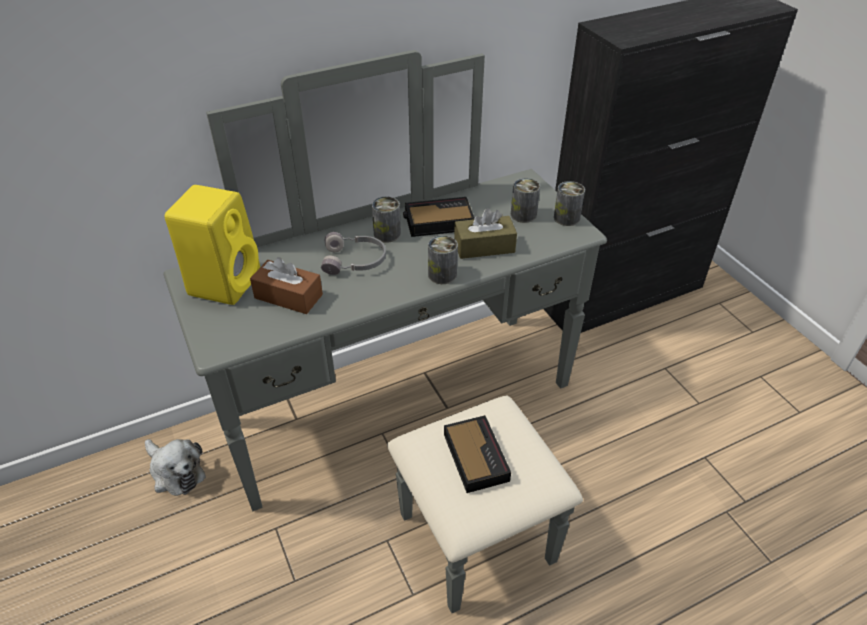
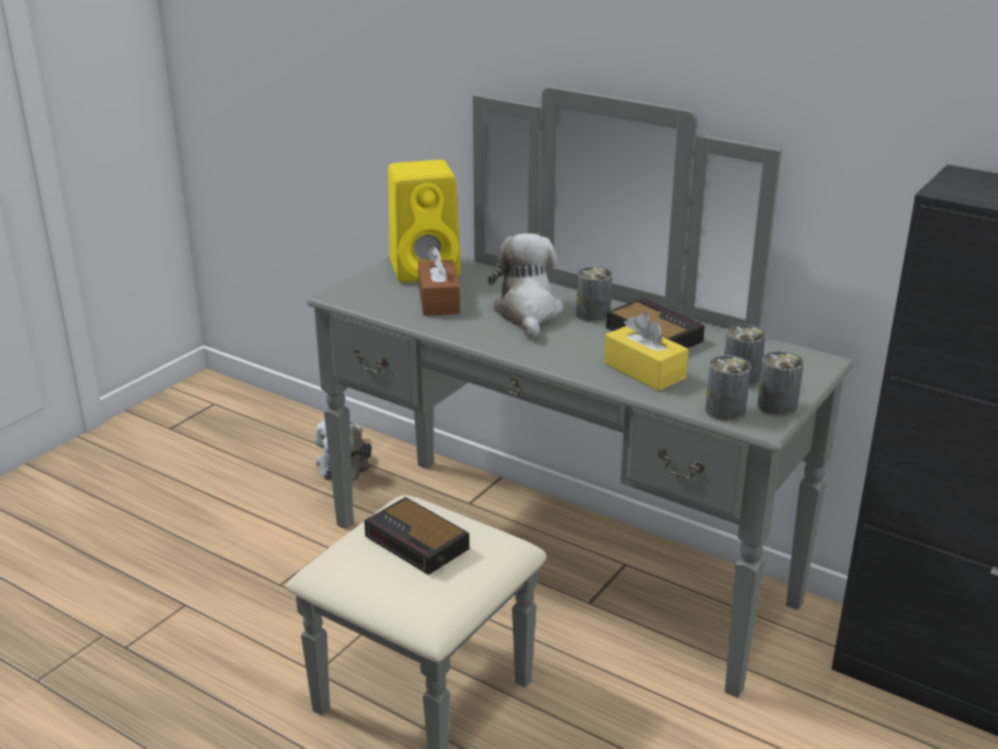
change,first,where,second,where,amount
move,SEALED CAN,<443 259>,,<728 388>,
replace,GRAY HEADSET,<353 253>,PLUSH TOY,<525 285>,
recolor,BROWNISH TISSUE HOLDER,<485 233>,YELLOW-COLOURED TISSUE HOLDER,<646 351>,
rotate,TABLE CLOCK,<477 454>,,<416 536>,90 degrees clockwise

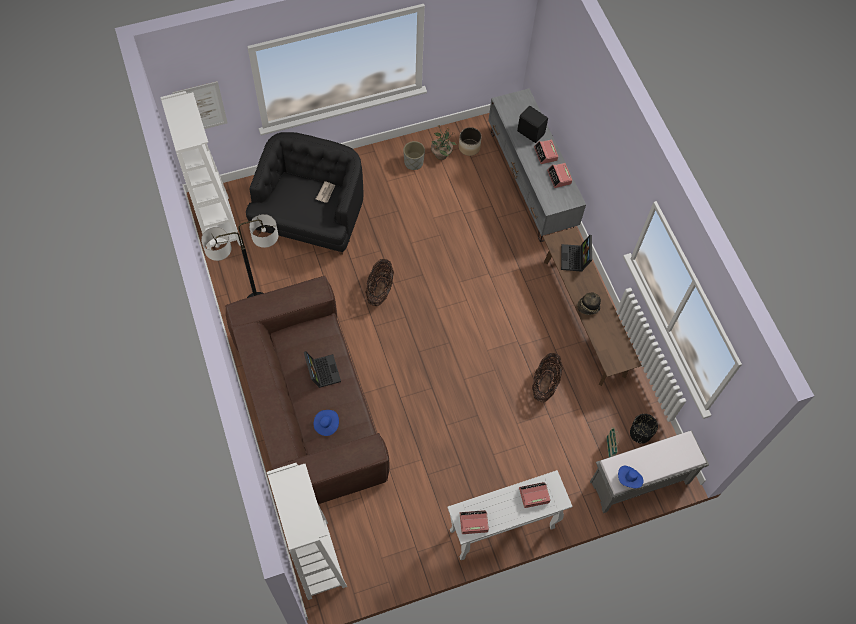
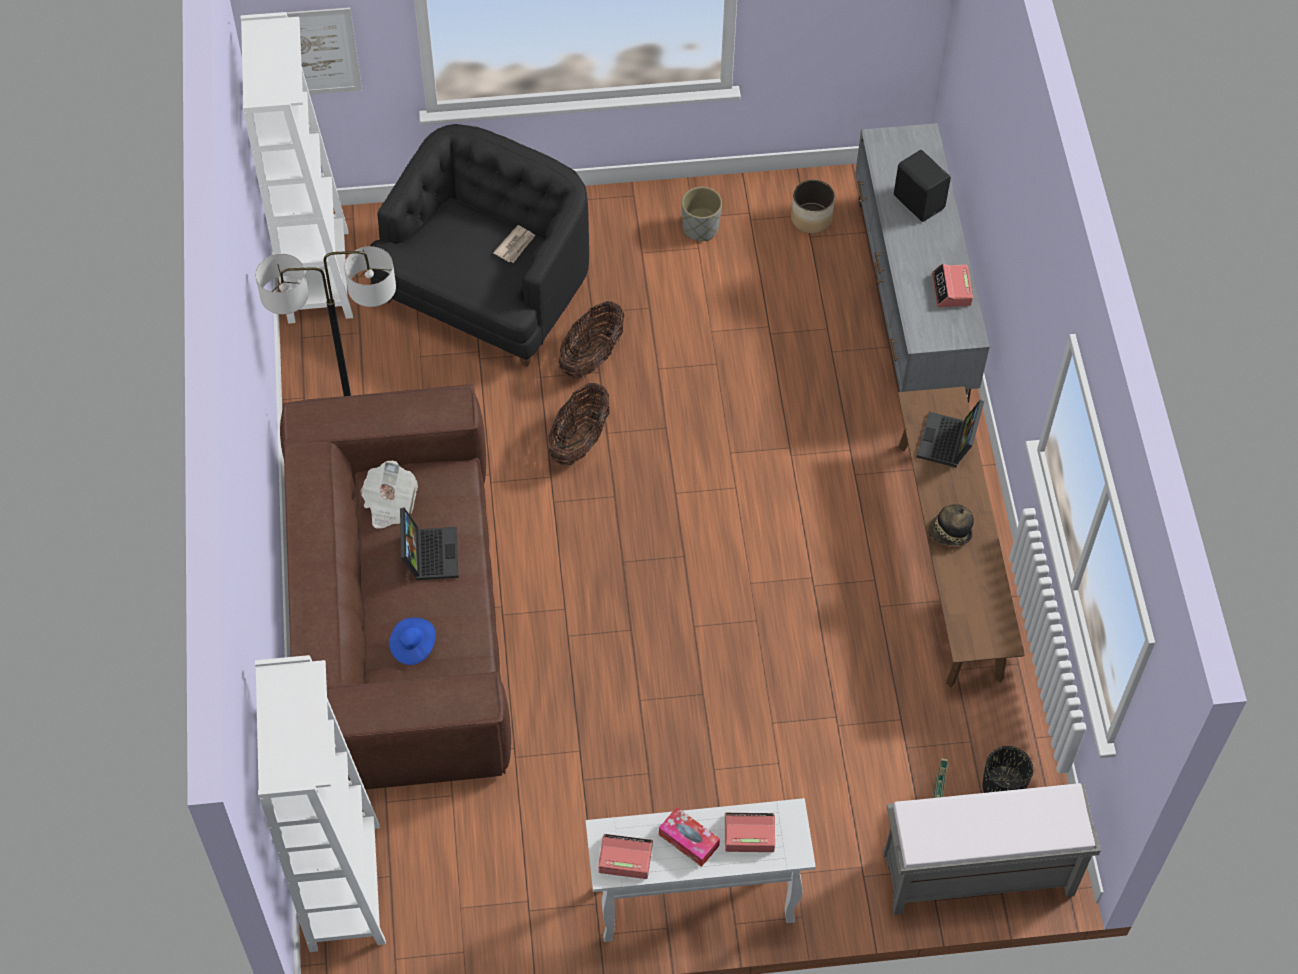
change,first,where,second,where,amount
delete,POTTED PLANT,<444 143>,,,
delete,TABLE CLOCK,<546 152>,,,
delete,BLUISH WEARABLE HAT,<630 477>,,,
insert,,,PRINTED PAPER,<389 495>,
insert,,,TISSUE HOLDER,<689 837>,
move,STORAGE BASKET,<547 377>,,<591 339>,

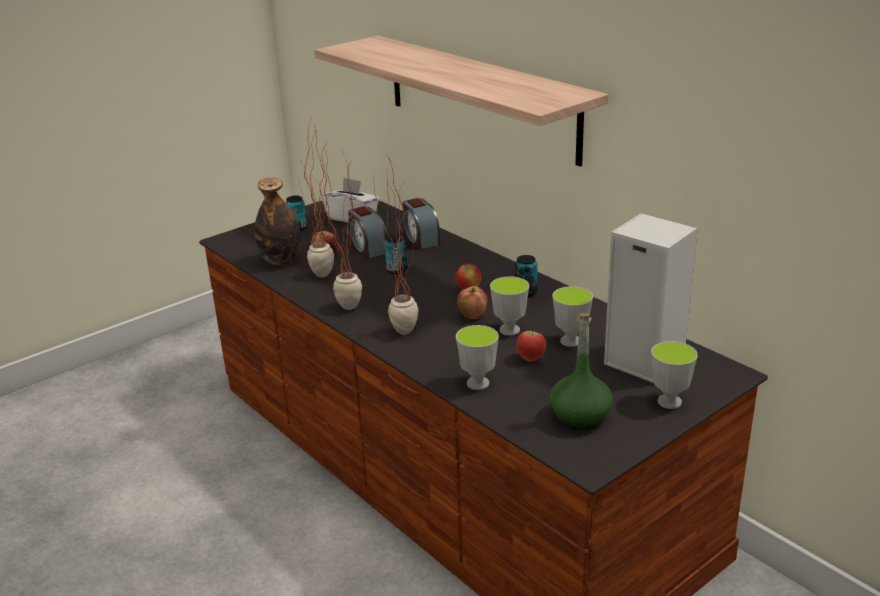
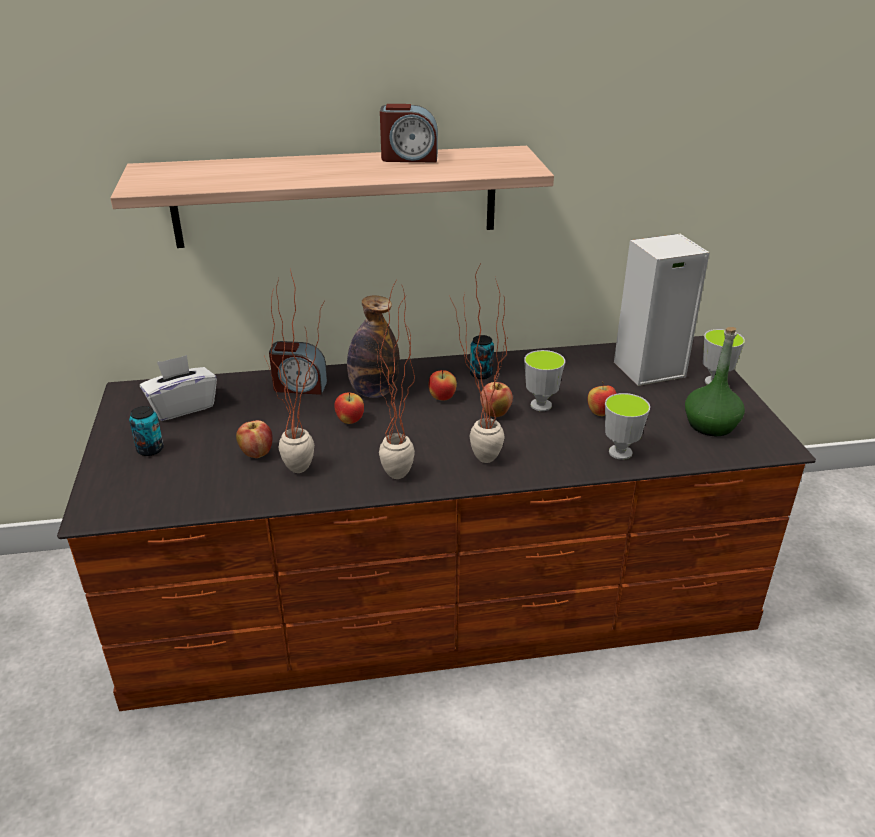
change,first,where,second,where,amount
delete,DRINKING CUP,<572 316>,,,
move,BEVERAGE BOTTLE,<278 221>,,<373 346>,
move,TABLE CLOCK,<367 232>,,<409 133>,
replace,SEALED CAN,<396 254>,APPLE FRUIT,<349 408>,

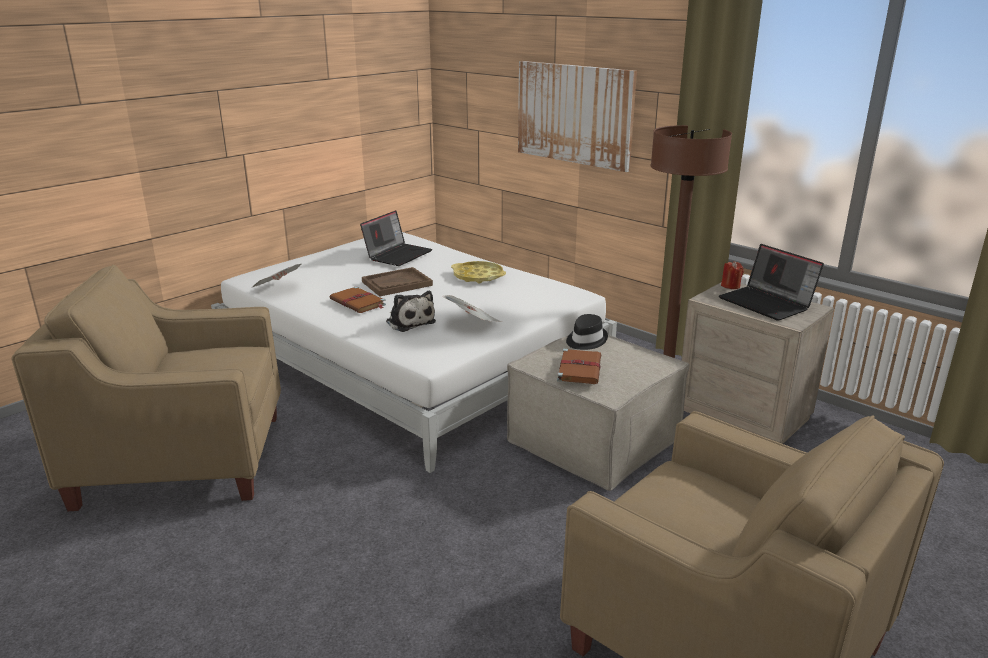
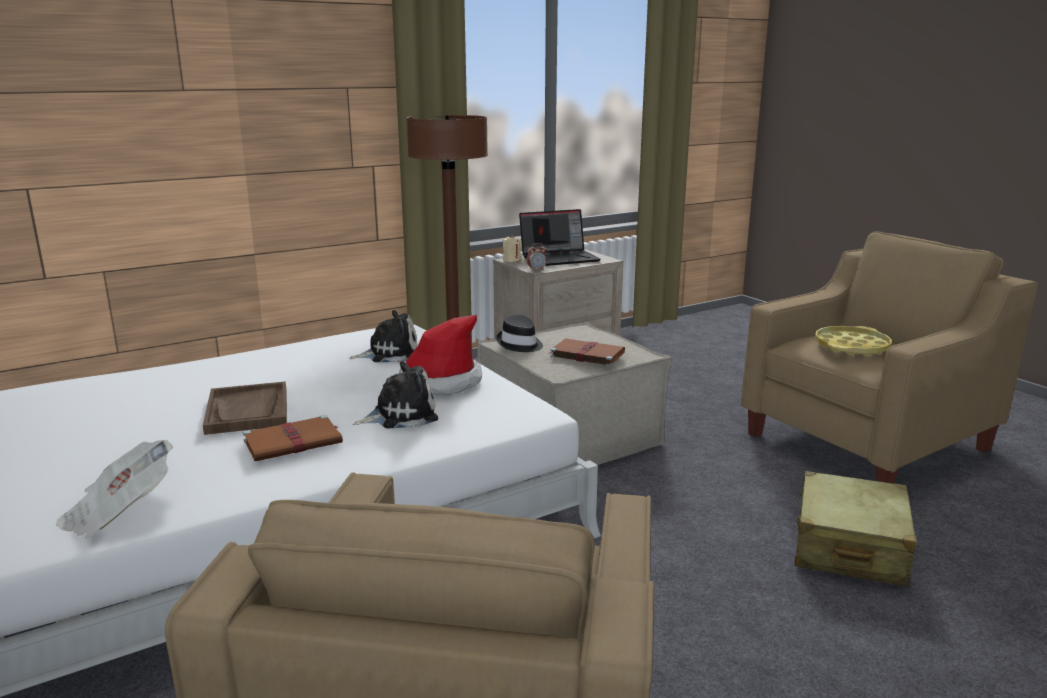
change,first,where,second,where,amount
delete,PORTABLE COMPUTER,<396 238>,,,
delete,PICTURE,<577 116>,,,
insert,,,PLUSH TOY,<383 336>,
insert,,,TABLE CLOCK,<536 257>,
insert,,,BEIGE SUITCASE,<856 529>,
move,YELLOW-COLOURED SERVING TRAY,<478 272>,,<853 341>,
replace,PRINTED PAPER,<472 308>,WEARABLE HAT,<440 355>,
recolor,RED-COLOURED WAX CANDLE,<732 275>,BEIGE WAX CANDLE,<512 248>,

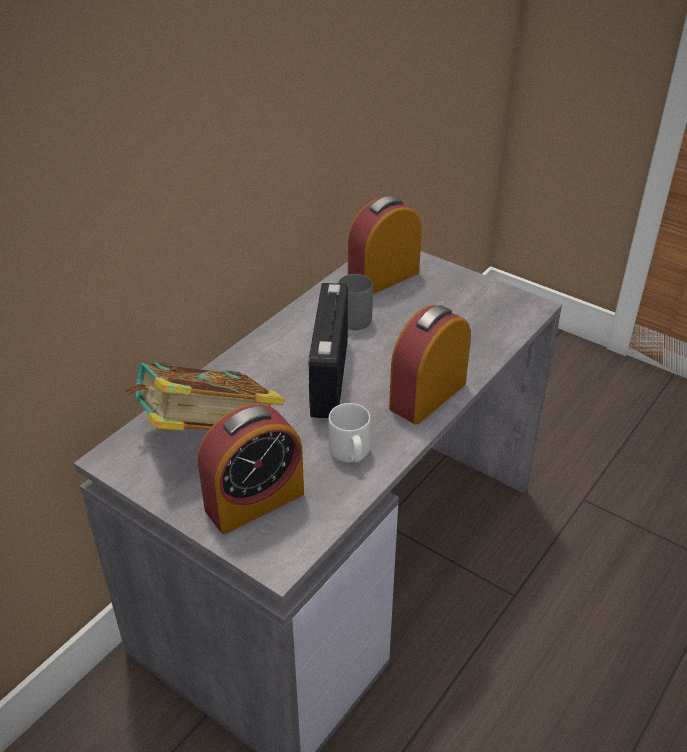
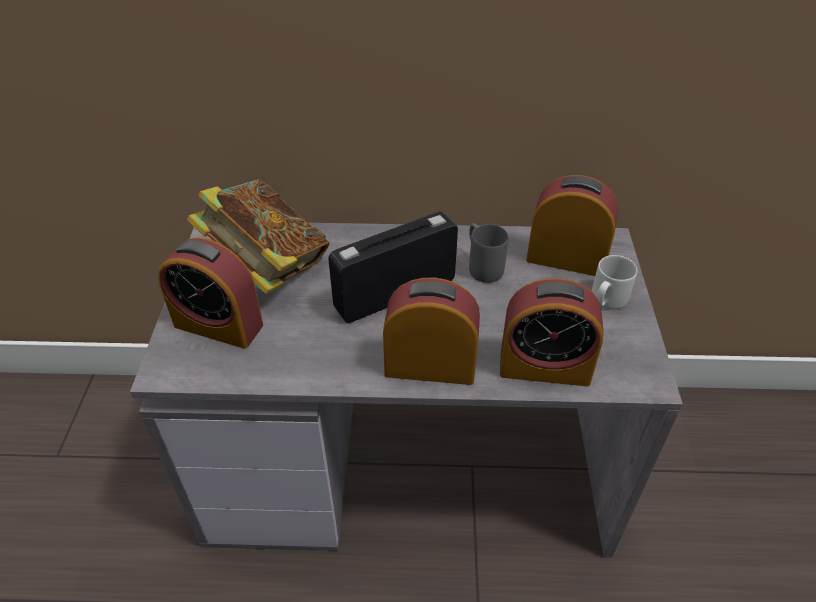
change,first,where,second,where,amount
insert,,,TABLE CLOCK,<552 332>,
move,GRAY TEA MUG,<349 433>,,<614 282>,

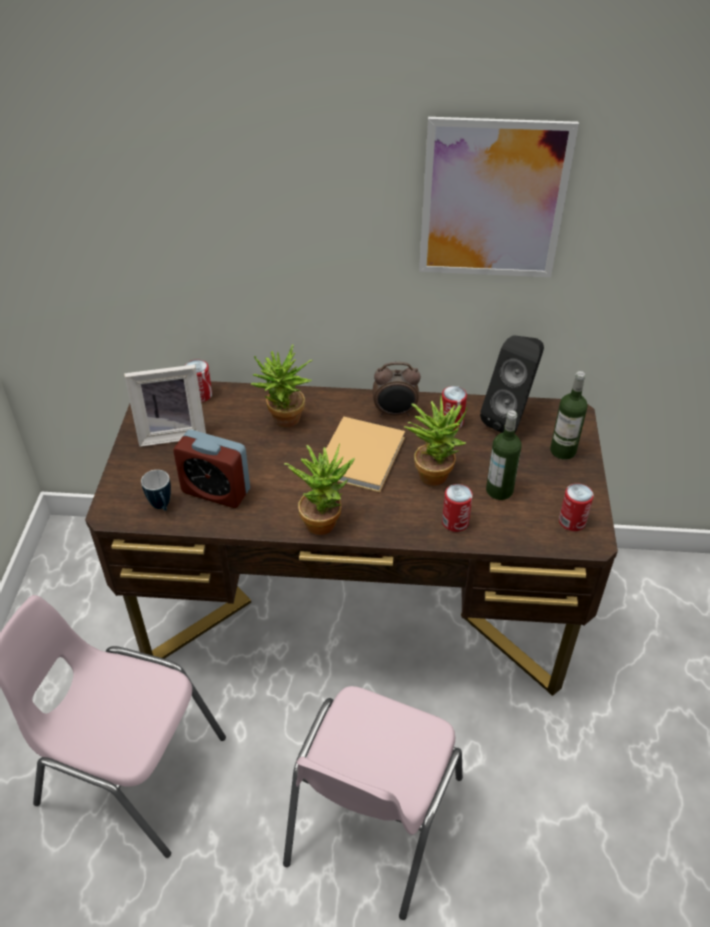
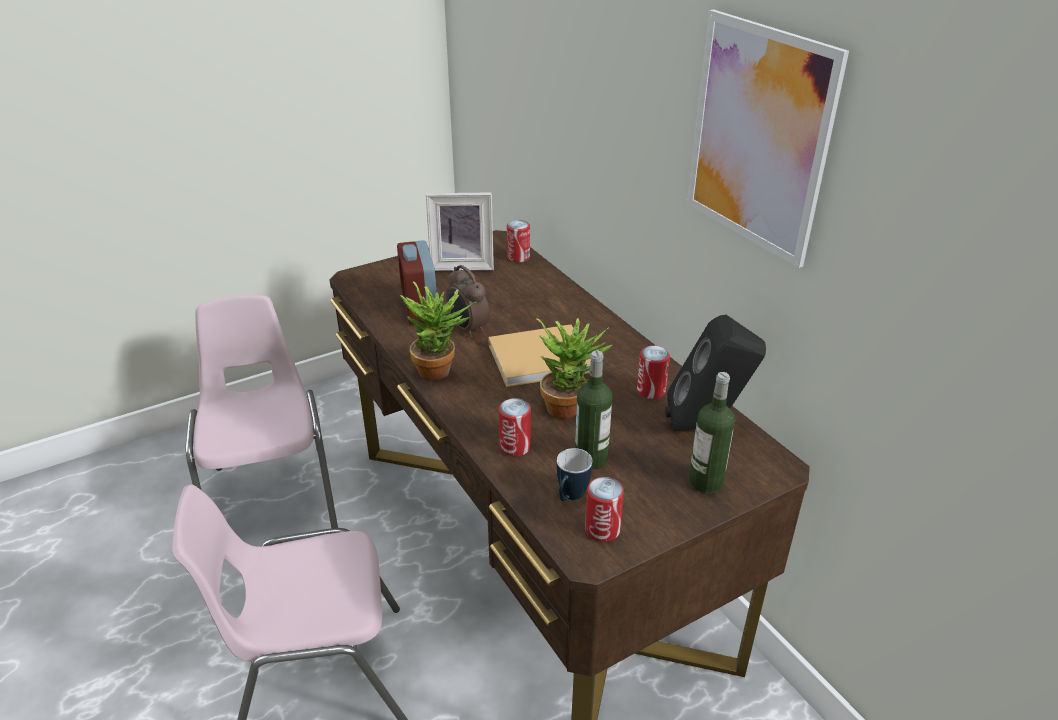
change,first,where,second,where,amount
delete,POTTED PLANT,<281 385>,,,
move,TEA MUG,<156 490>,,<574 474>,
move,TABLE CLOCK,<396 389>,,<467 301>,
rotate,PHOTO FRAME,<165 406>,,<460 231>,45 degrees counterclockwise

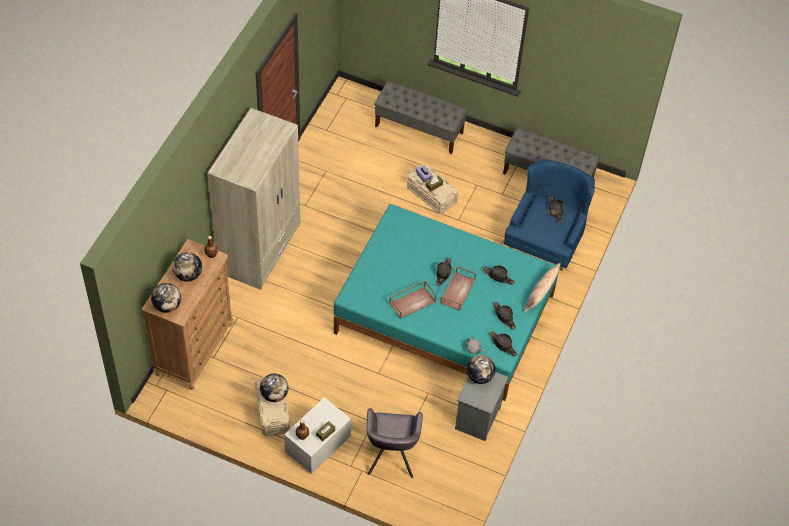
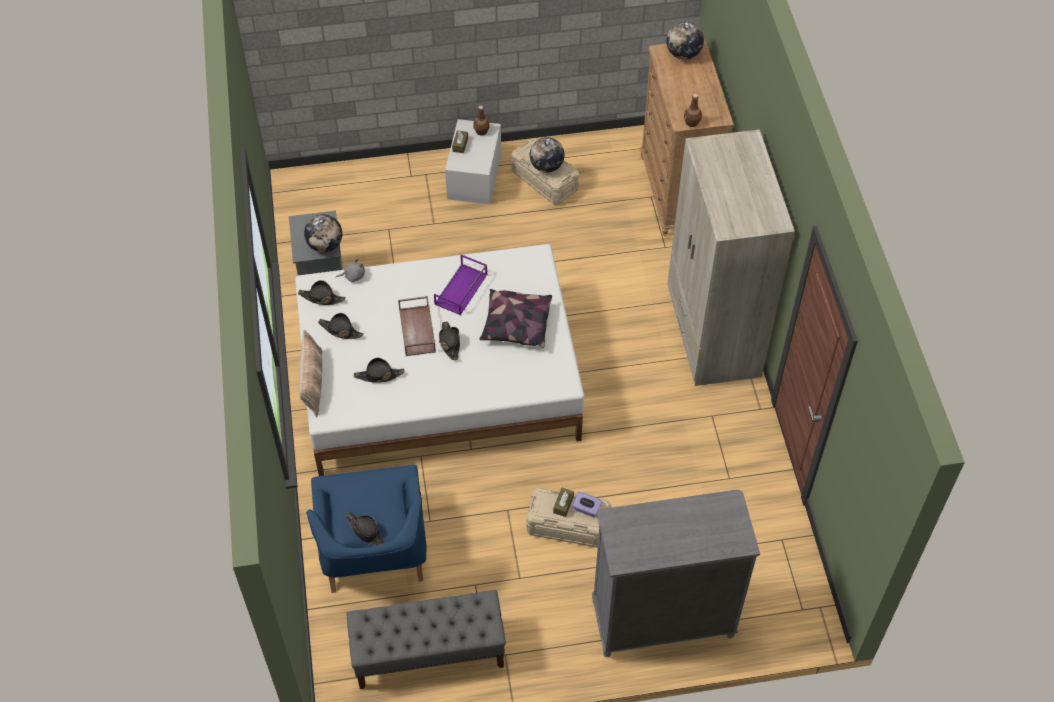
change,first,where,second,where,amount
delete,GLOBE,<187 267>,,,
delete,GRAY LOUNGE CHAIR,<395 443>,,,
insert,,,THROW PILLOW,<515 318>,
replace,GRAY INDOOR BENCH,<421 117>,GRAY CHEST OF DRAWERS,<676 573>,
recolor,TURQUOISE-COLOURED BEDROOM BED,<446 302>,WHITE BEDROOM BED,<439 360>,
recolor,BROWNISH SERVING TRAY,<413 299>,PURPLE-COLOURED SERVING TRAY,<460 285>,

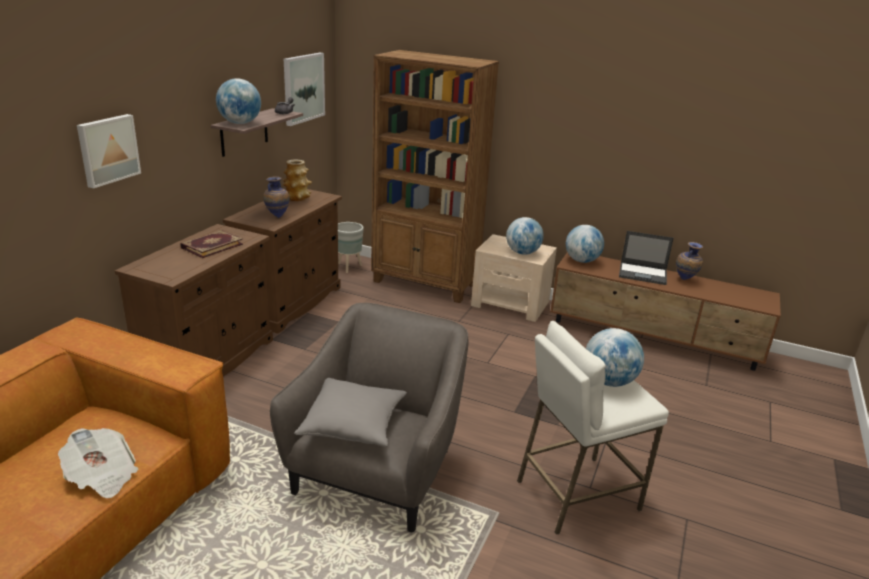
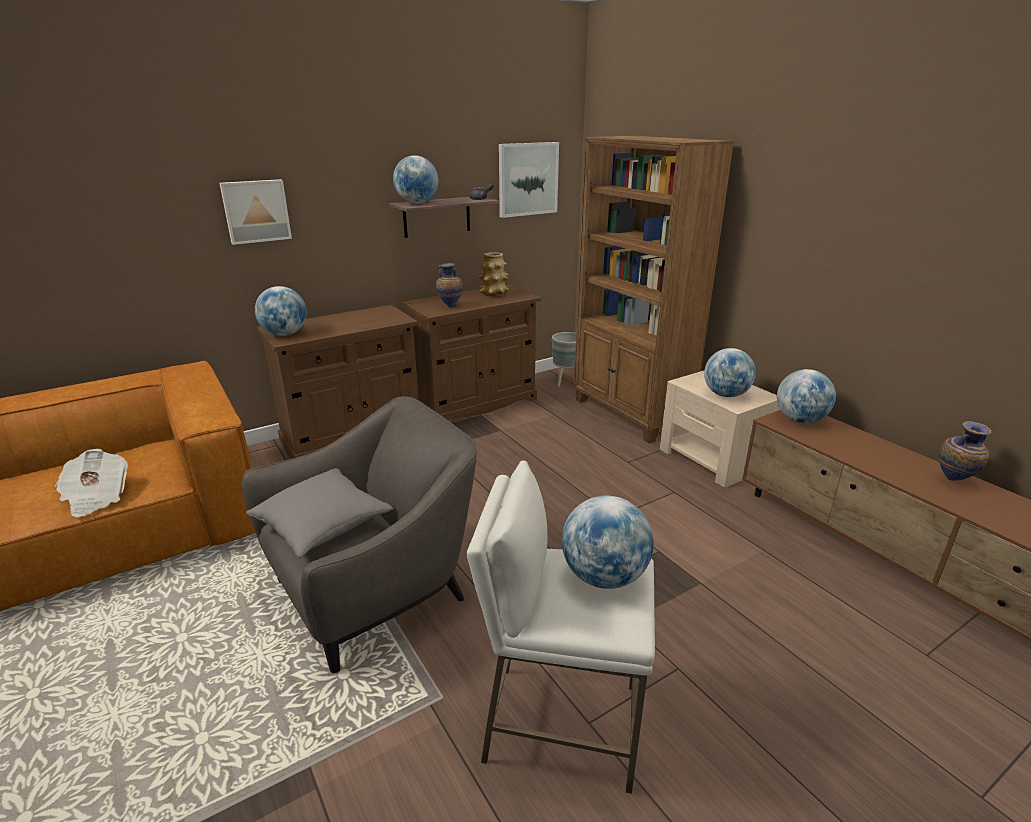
change,first,where,second,where,amount
delete,BOUND BOOK,<211 244>,,,
delete,PORTABLE COMPUTER,<646 258>,,,
insert,,,GLOBE,<281 311>,

